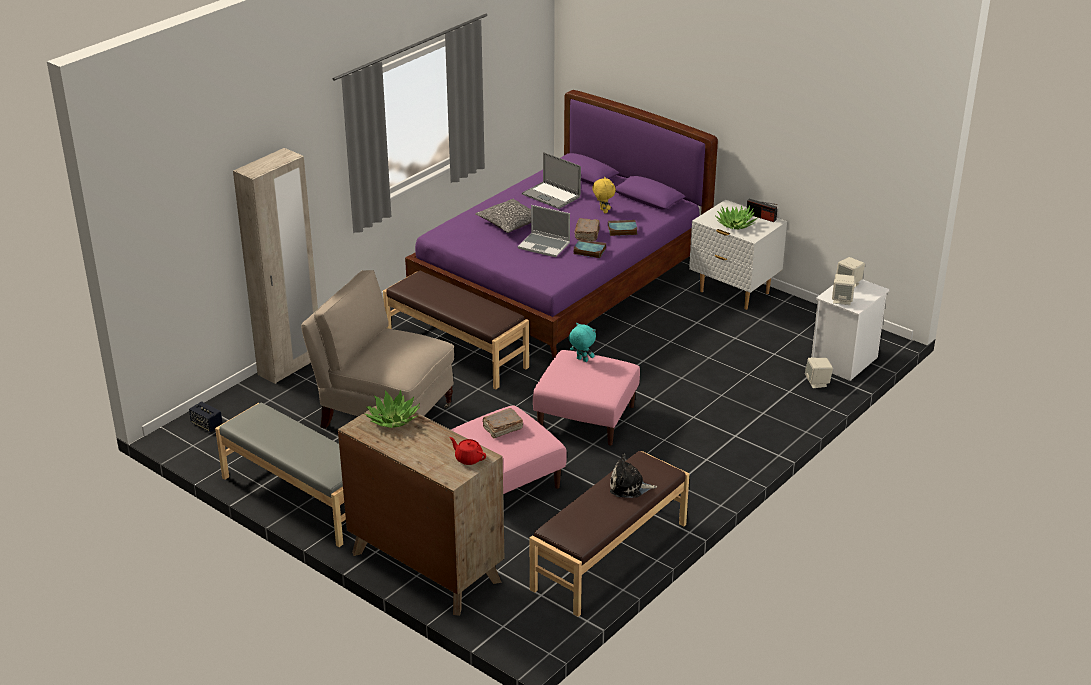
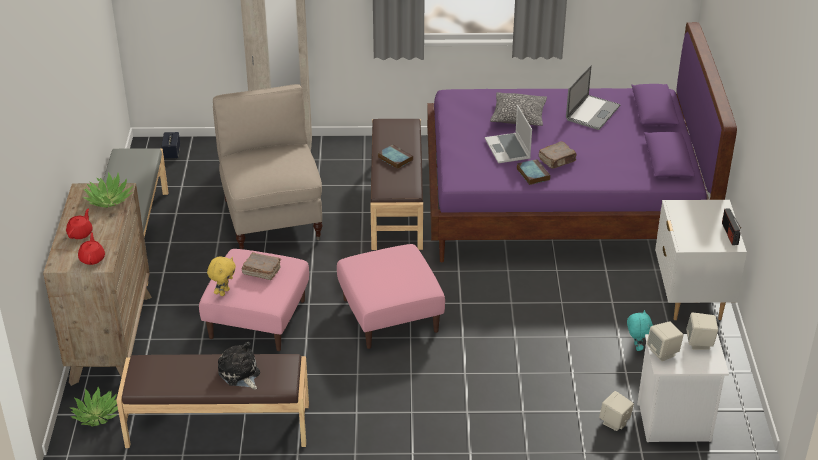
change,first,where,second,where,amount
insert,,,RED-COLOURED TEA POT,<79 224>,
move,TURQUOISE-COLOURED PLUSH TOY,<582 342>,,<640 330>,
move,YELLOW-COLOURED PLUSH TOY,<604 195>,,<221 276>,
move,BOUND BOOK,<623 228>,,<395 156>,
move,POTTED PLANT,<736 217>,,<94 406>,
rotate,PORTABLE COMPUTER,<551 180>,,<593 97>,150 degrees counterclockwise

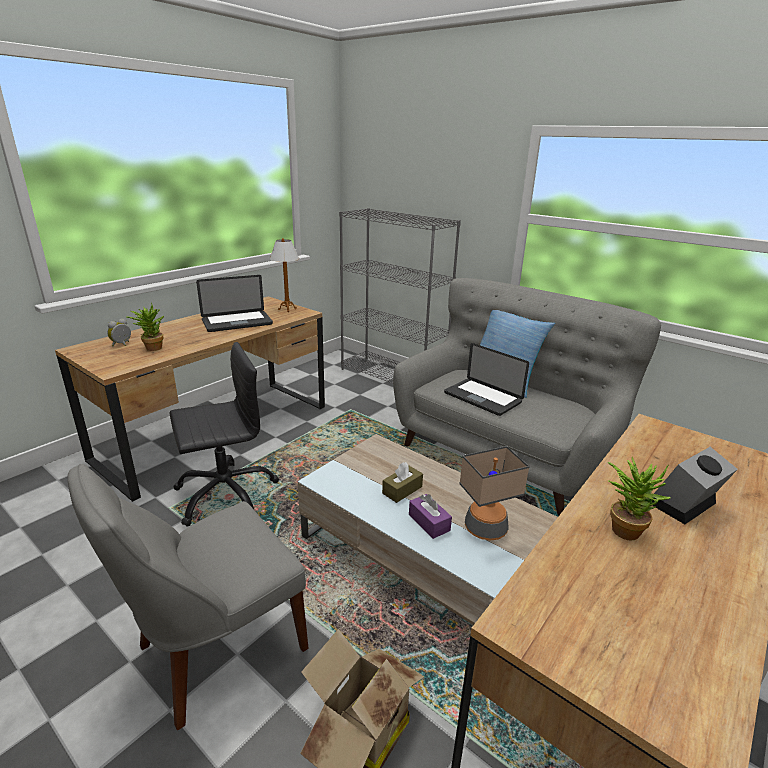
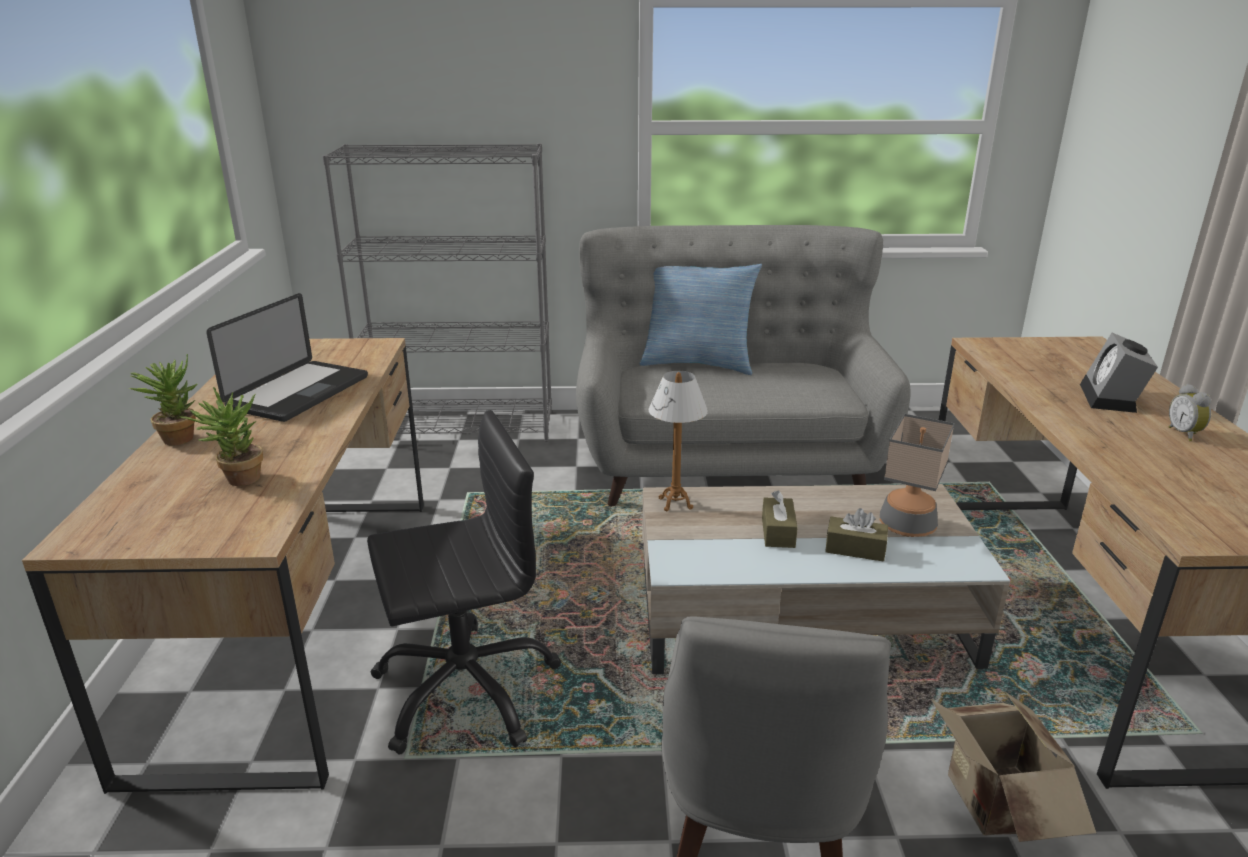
change,first,where,second,where,amount
delete,PORTABLE COMPUTER,<486 379>,,,
move,TABLE CLOCK,<119 332>,,<1190 412>,
move,TABLE LAMP,<284 275>,,<678 441>,
move,POTTED PLANT,<639 499>,,<163 399>,
recolor,PURPLE-COLOURED TISSUE HOLDER,<430 516>,BROWNISH TISSUE HOLDER,<856 535>,
rotate,BLACK DESK CHAIR,<224 434>,,<464 582>,45 degrees clockwise

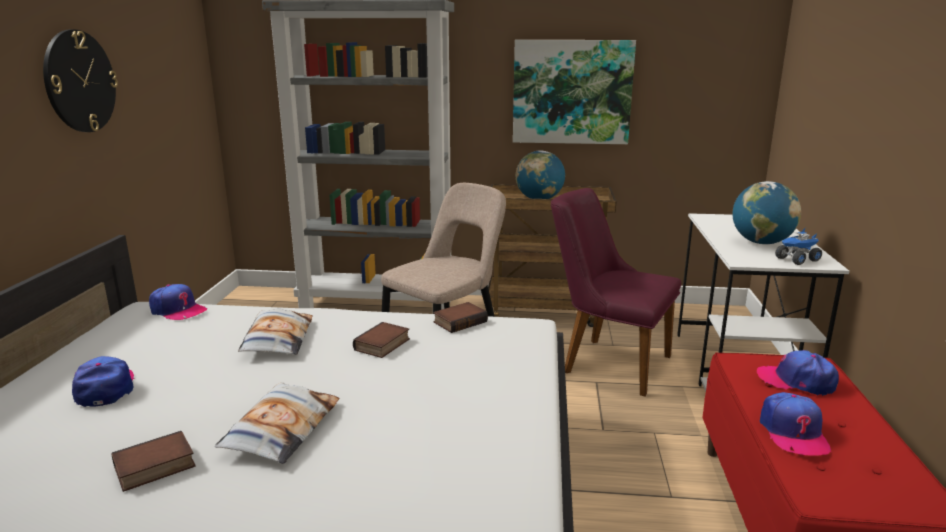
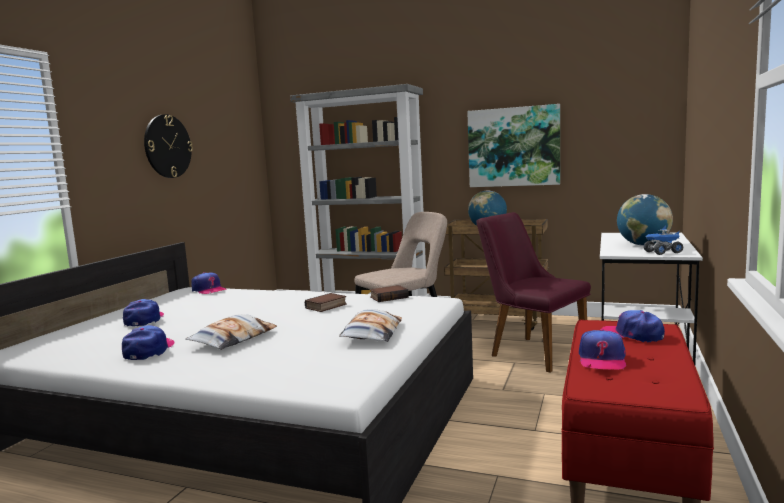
change,first,where,second,where,amount
move,THROW PILLOW,<275 332>,,<370 325>,
replace,BOUND BOOK,<153 461>,BASEBALL CAP,<148 342>,

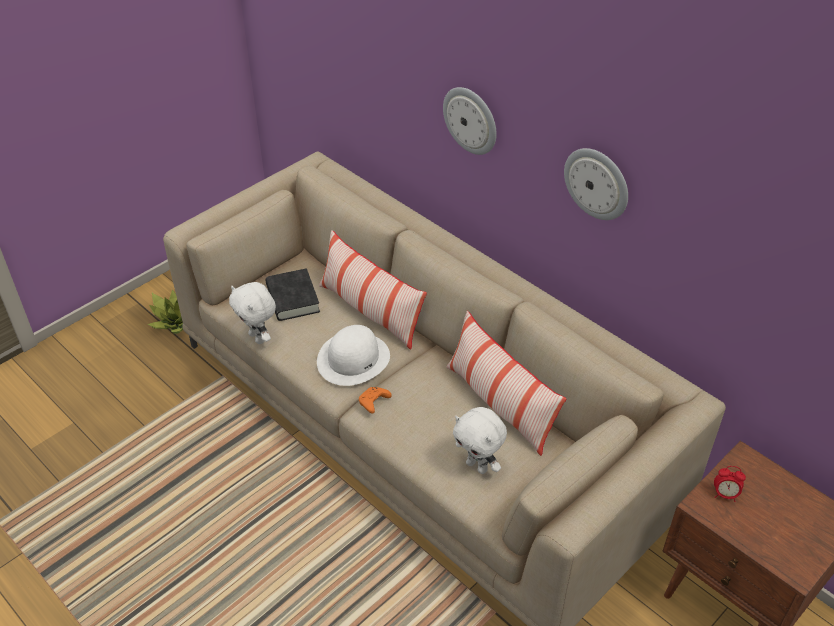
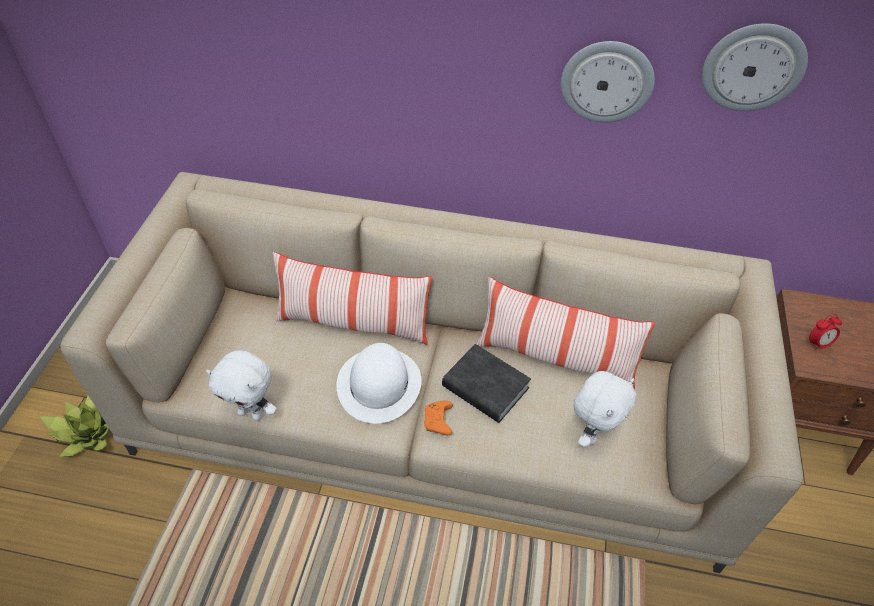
change,first,where,second,where,amount
move,BLACK BOUND BOOK,<293 294>,,<486 383>,
move,WALL CLOCK,<470 121>,,<755 67>,
rotate,WHITE PLUSH TOY,<480 440>,,<604 409>,60 degrees counterclockwise

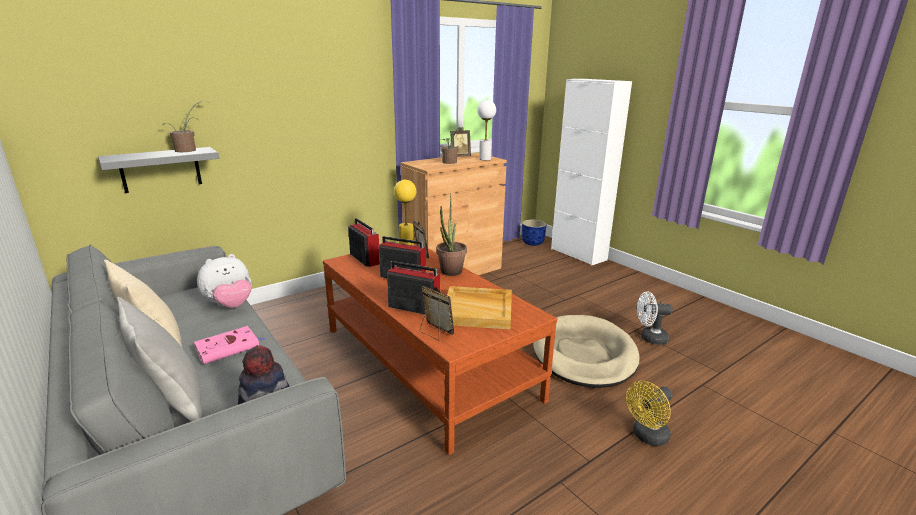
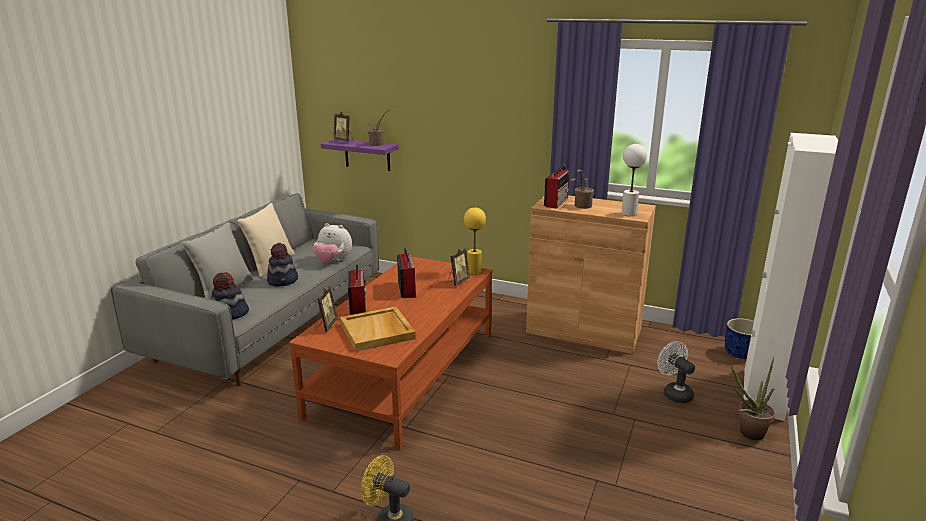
change,first,where,second,where,amount
delete,BEIGE PET BED,<586 351>,,,
move,RADIO SET,<364 242>,,<556 187>,
move,POTTED PLANT,<451 235>,,<753 398>,
move,PHOTO FRAME,<460 142>,,<343 127>,
move,WHITE ELECTRIC FAN,<655 318>,,<676 372>,
replace,PINK BOUND BOOK,<229 345>,WEARABLE HAT,<282 265>,
recolor,GRAY BRACKET SHELF,<158 170>,PURPLE-COLOURED BRACKET SHELF,<360 155>,

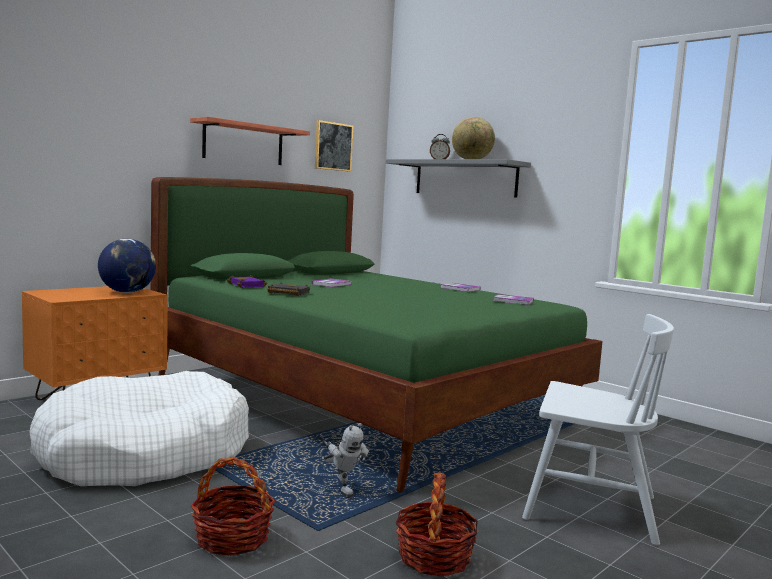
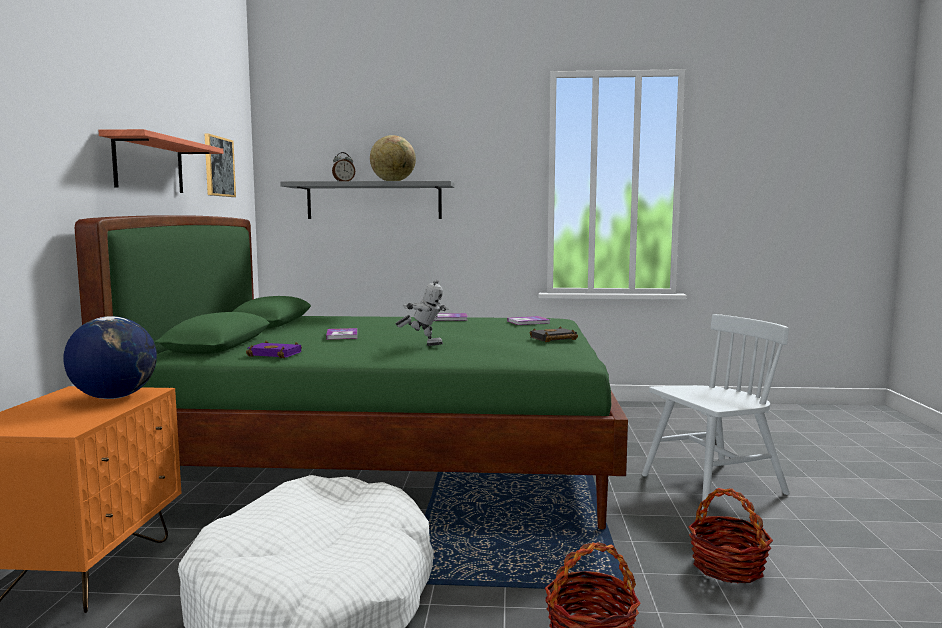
change,first,where,second,where,amount
move,BLACK BOUND BOOK,<288 289>,,<554 334>,
move,ROBOT FIGURE,<347 460>,,<422 313>,

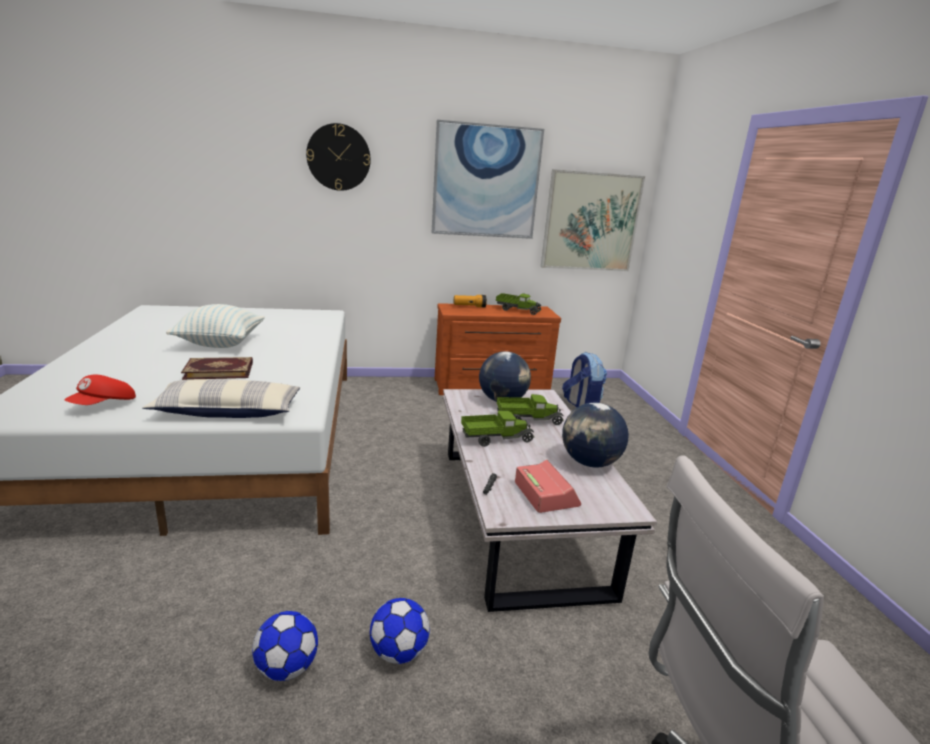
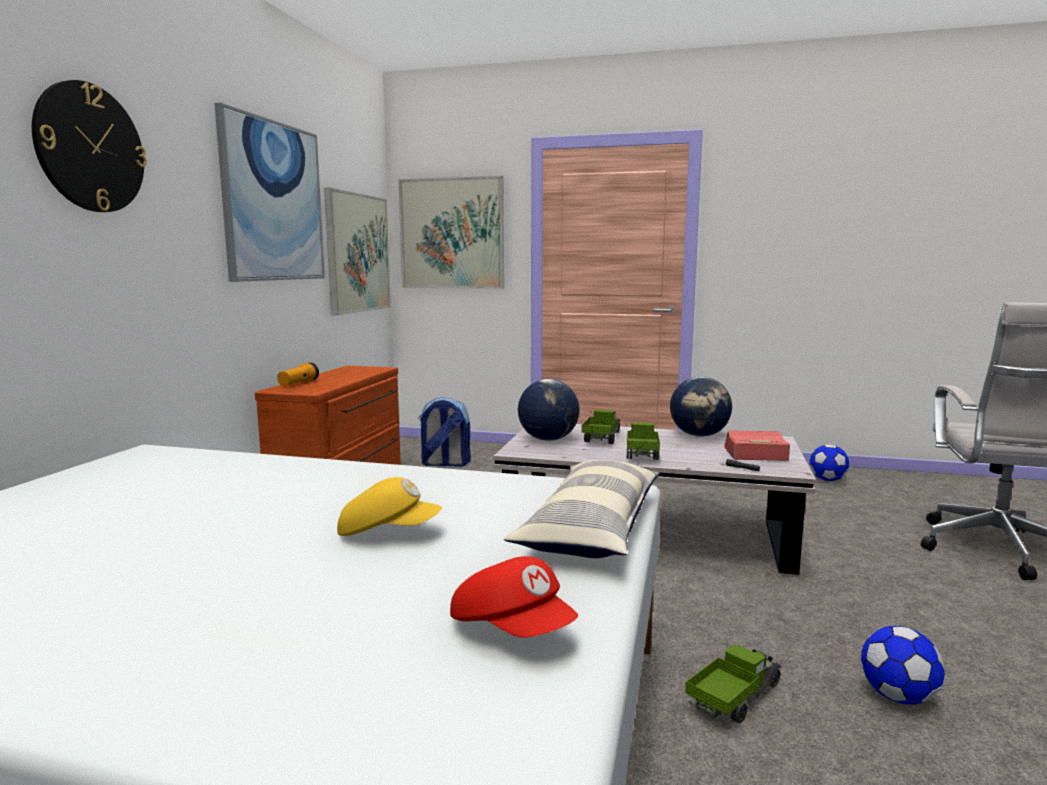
change,first,where,second,where,amount
delete,THROW PILLOW,<215 326>,,,
insert,,,PICTURE,<451 232>,
move,BALL FOR FOOTBALL,<400 631>,,<829 463>,
move,MODEL TRUCK,<518 304>,,<733 684>,
replace,BOUND BOOK,<217 368>,YELLOW-COLOURED BASEBALL CAP,<389 506>,

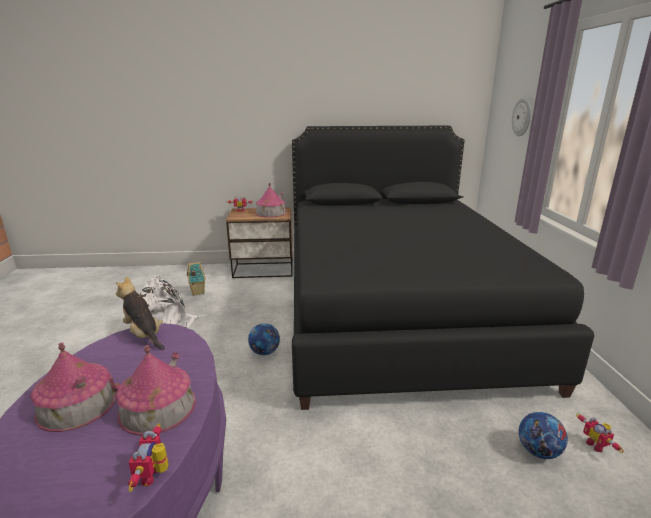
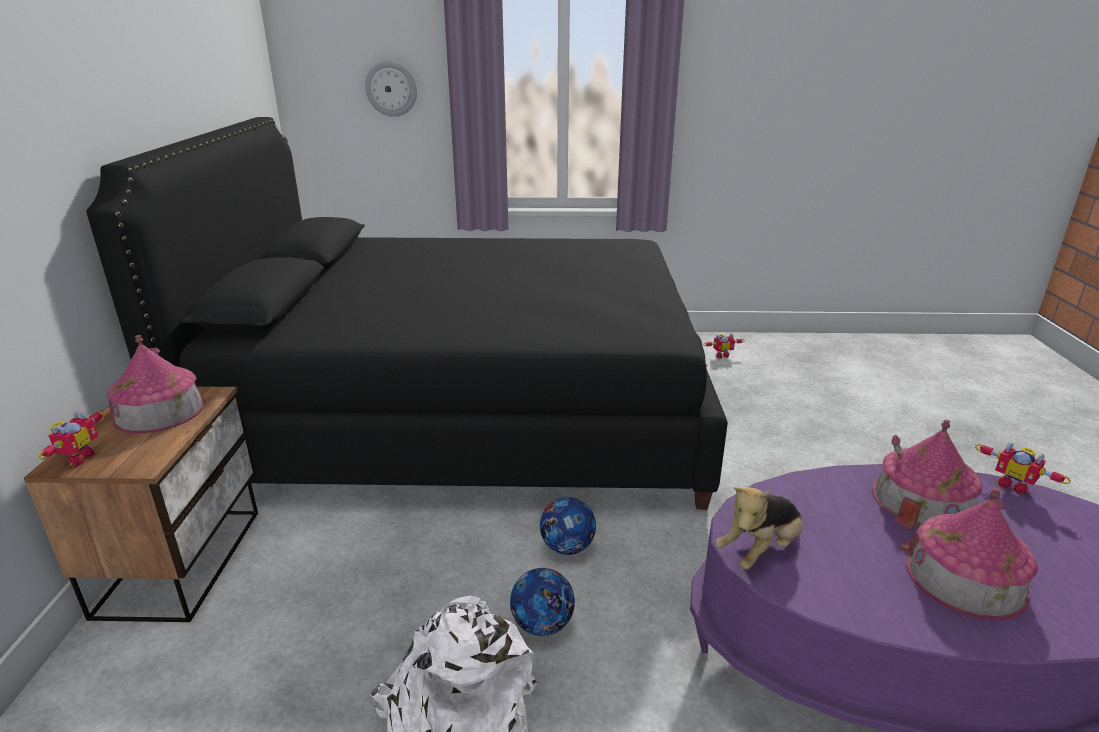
change,first,where,second,where,amount
delete,MINIATURE HOUSE,<196 279>,,,
move,BALL FOR FOOTBALL,<543 435>,,<542 602>,
rotate,ROBOT FIGURE,<148 457>,,<1023 468>,45 degrees clockwise

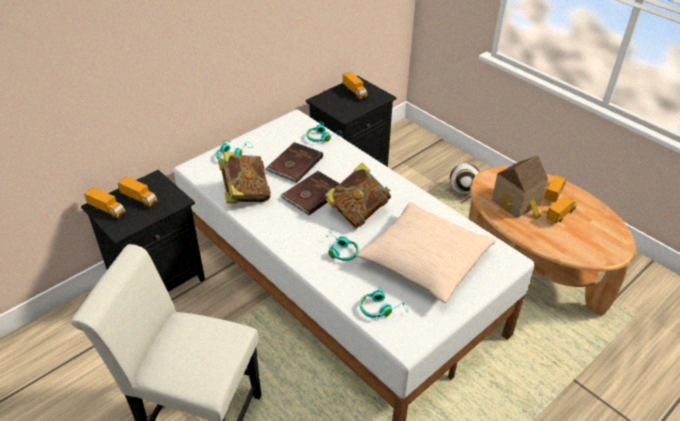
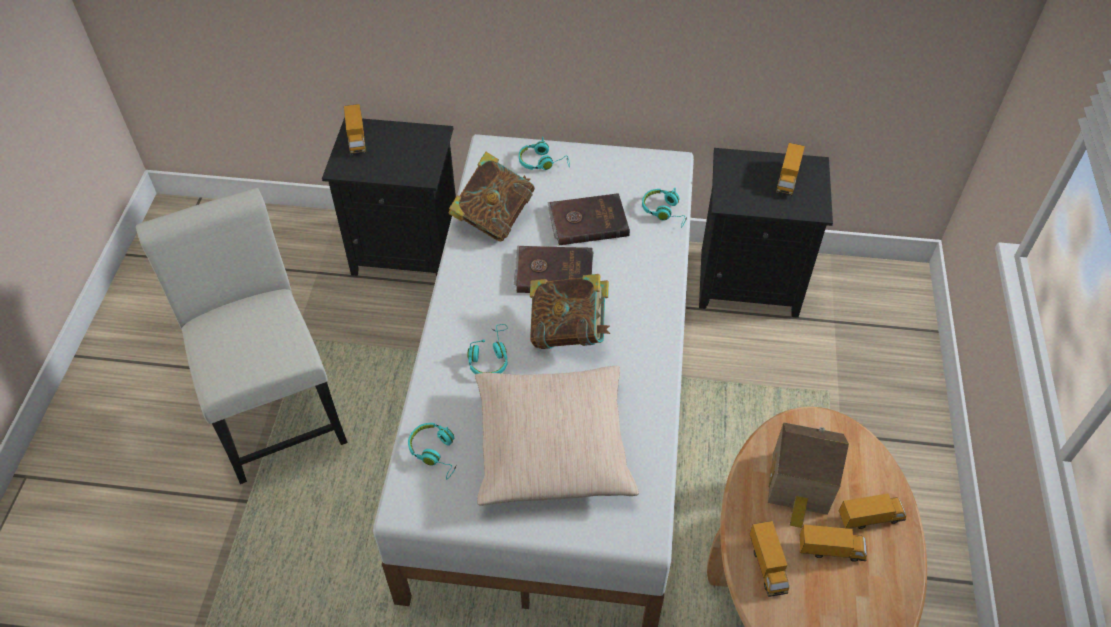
change,first,where,second,where,amount
delete,BALL FOR FOOTBALL,<465 178>,,,
move,MODEL TRUCK,<138 192>,,<769 559>,

